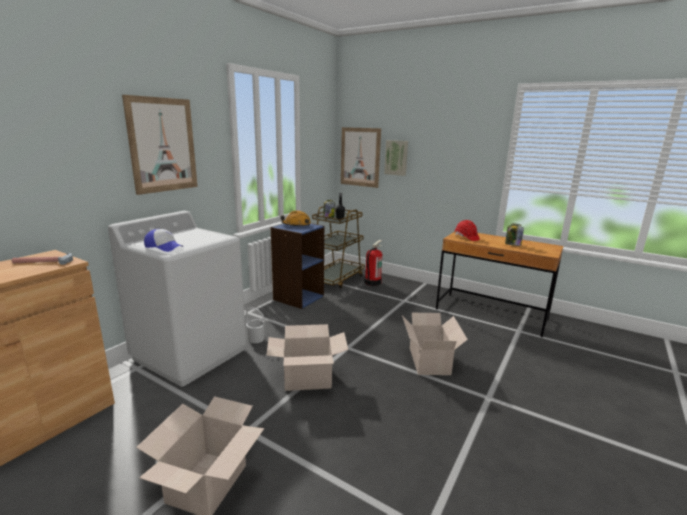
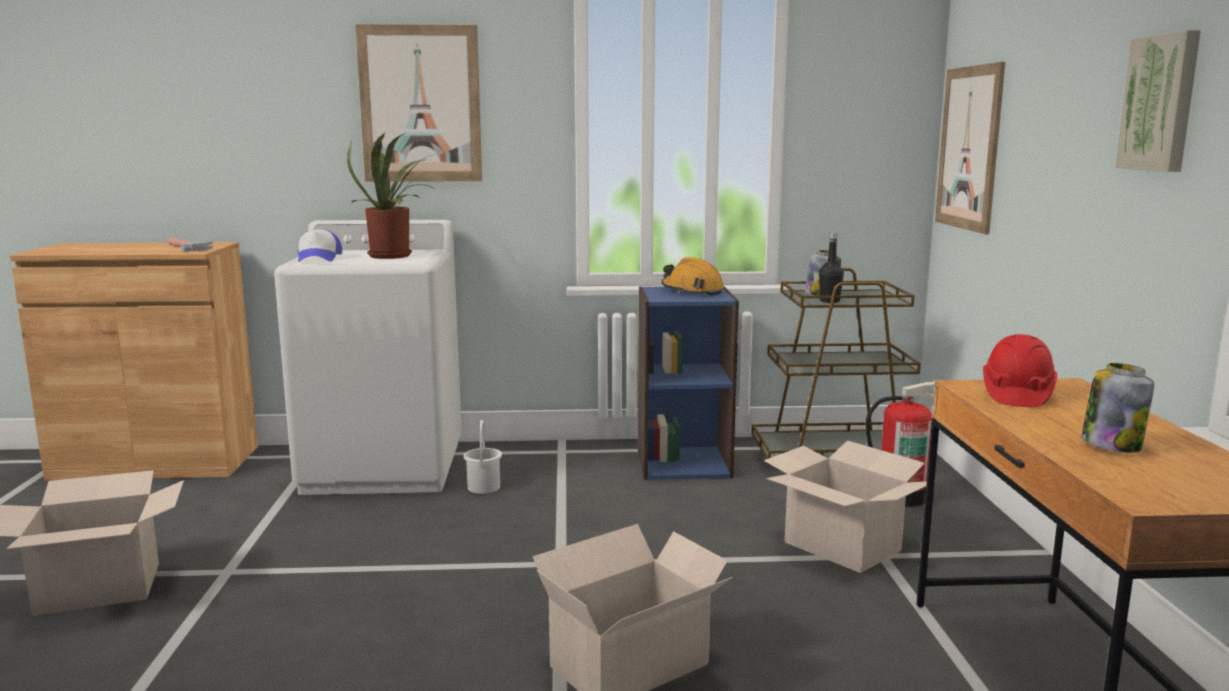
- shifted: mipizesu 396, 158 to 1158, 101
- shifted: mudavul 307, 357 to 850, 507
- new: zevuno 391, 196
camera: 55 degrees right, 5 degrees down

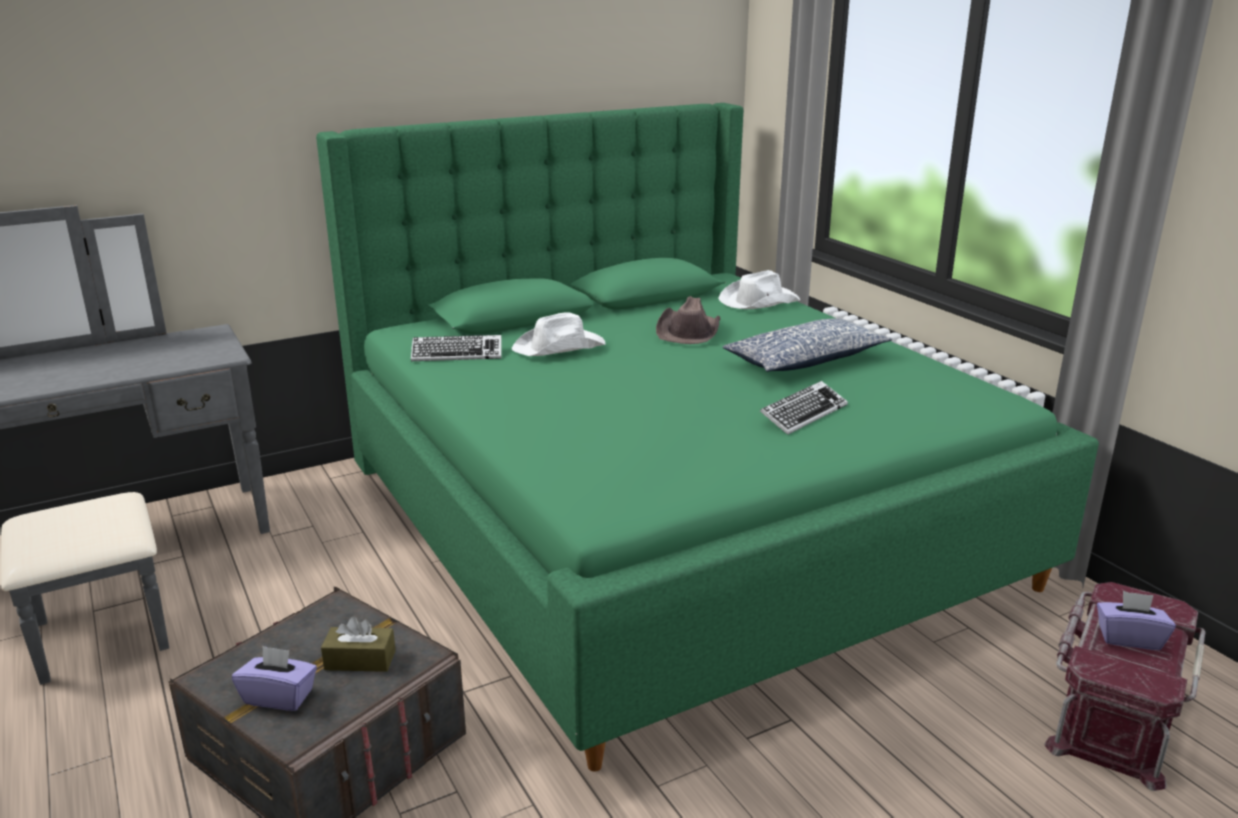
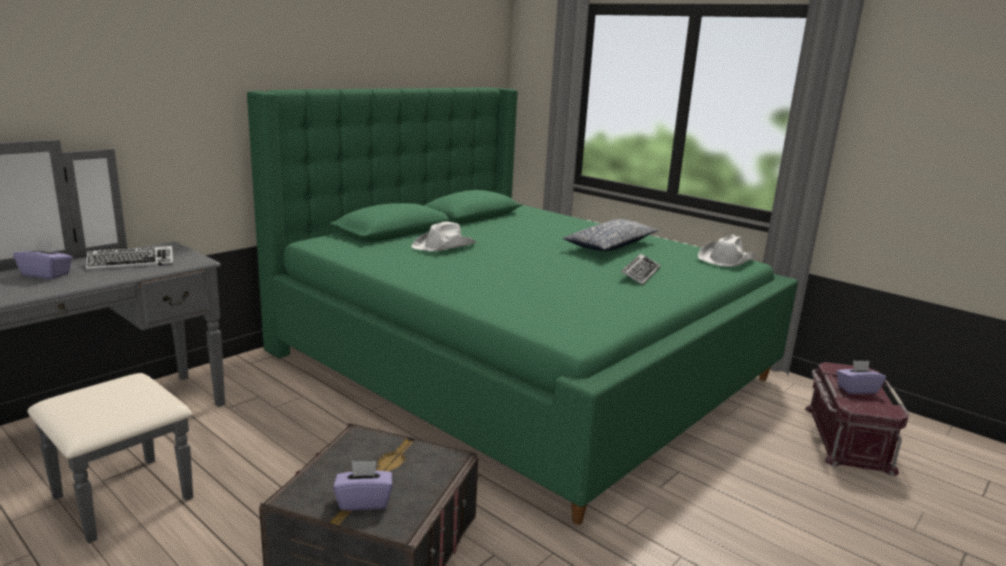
- shifted: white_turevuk 759, 289 to 727, 251
- gone: brown_turevuk 688, 320
- shifted: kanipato 456, 348 to 129, 258
- gone: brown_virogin 358, 644
- new: purple_virogin 43, 259
camera: 20 degrees left, 5 degrees down

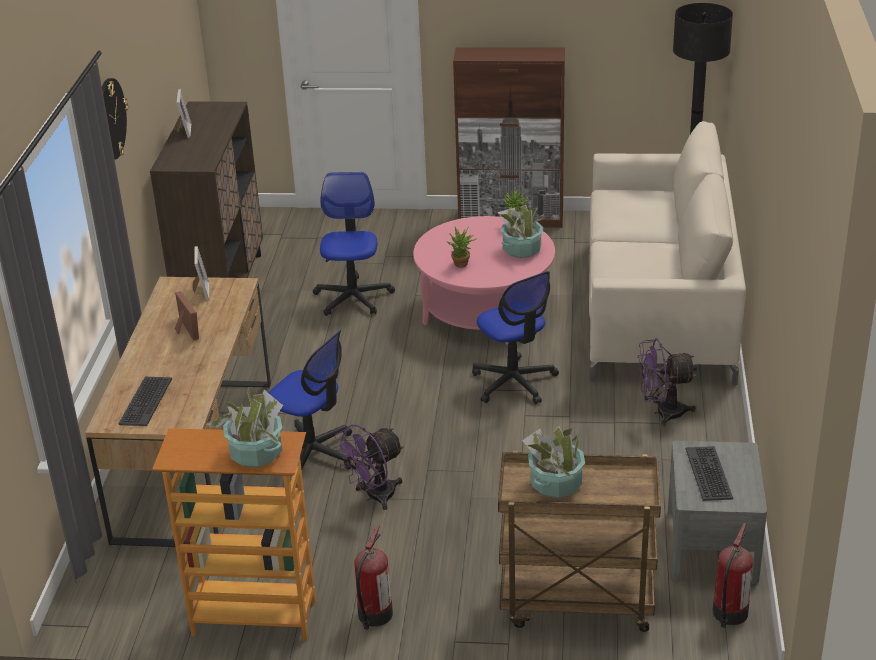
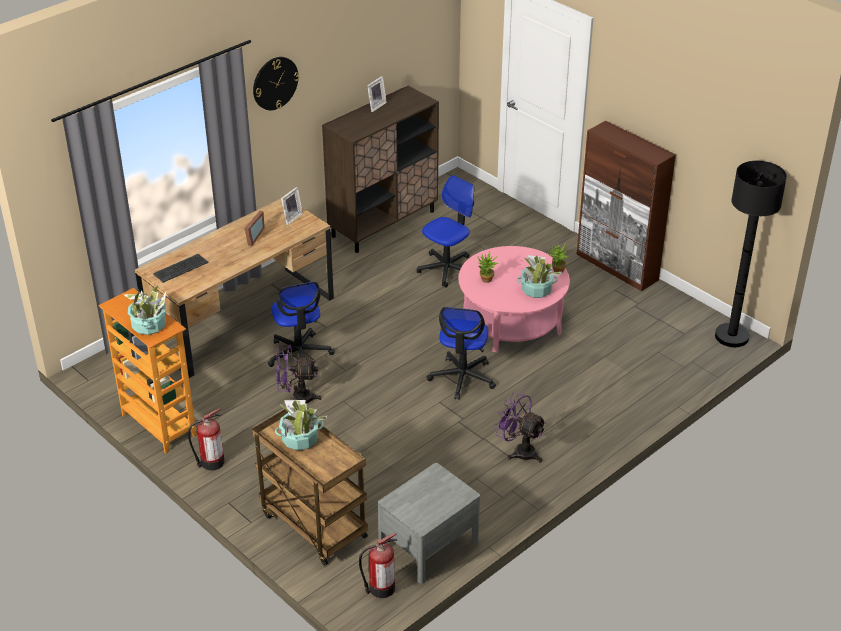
- gone: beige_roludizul 667, 253
- gone: kanipato 709, 473
camera: 40 degrees right, 5 degrees up

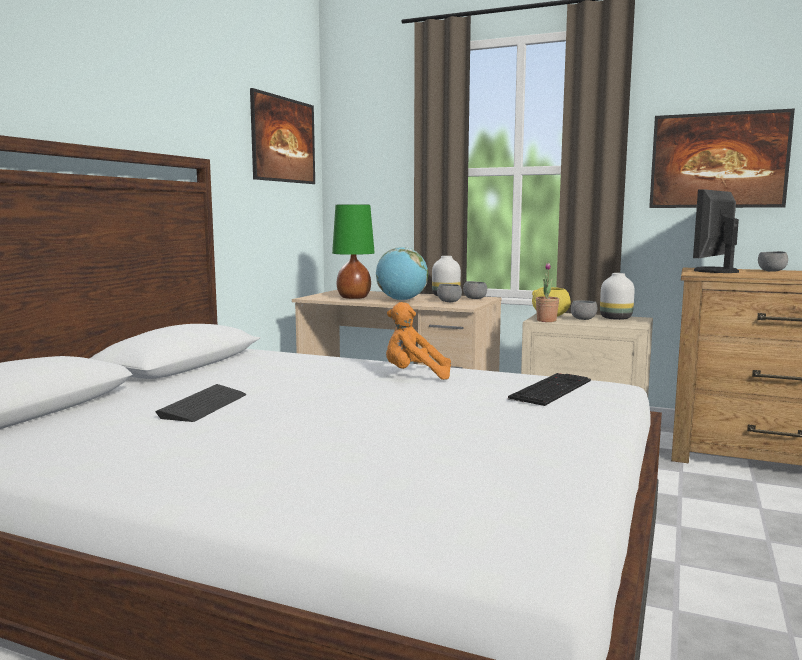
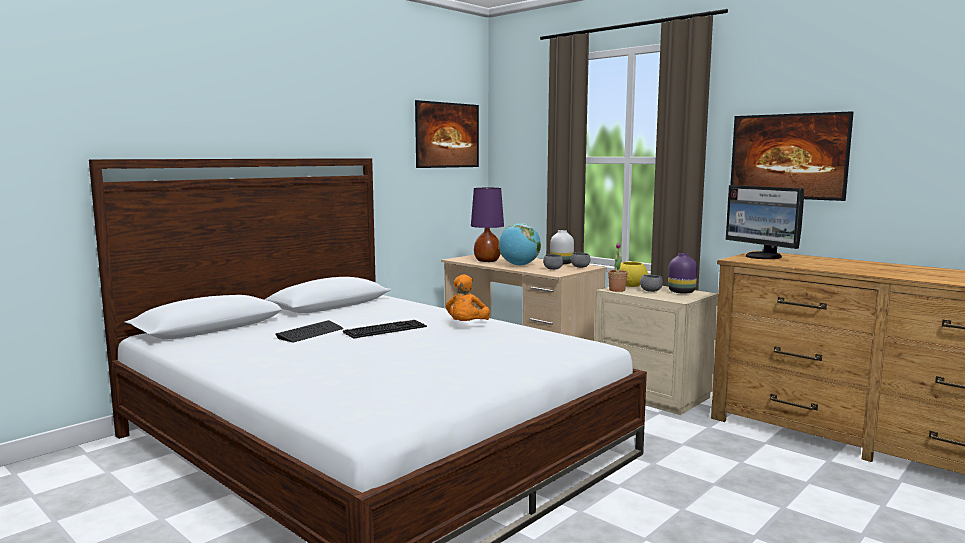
- rotated: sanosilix 716, 231 = 765, 222 90 degrees counterclockwise
- repainted: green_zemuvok 353, 251 to purple_zemuvok 487, 225
- gone: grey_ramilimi 773, 261
- repainted: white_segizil 617, 296 to purple_segizil 682, 273
- rotated: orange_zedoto 418, 341 = 468, 297 105 degrees counterclockwise
- shifted: kanipato 549, 389 to 385, 329
camera: 20 degrees right, 0 degrees up

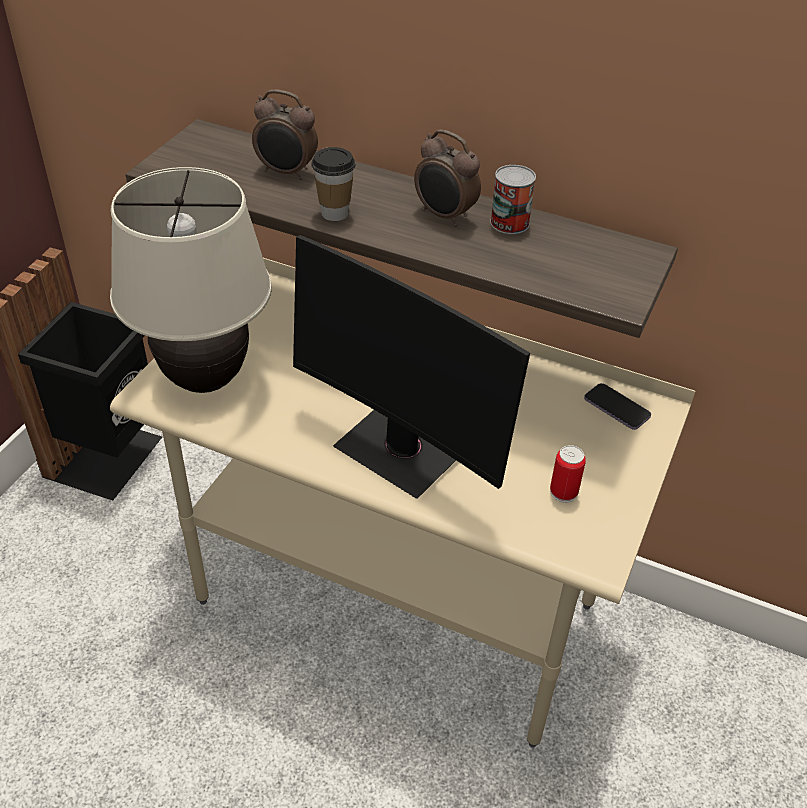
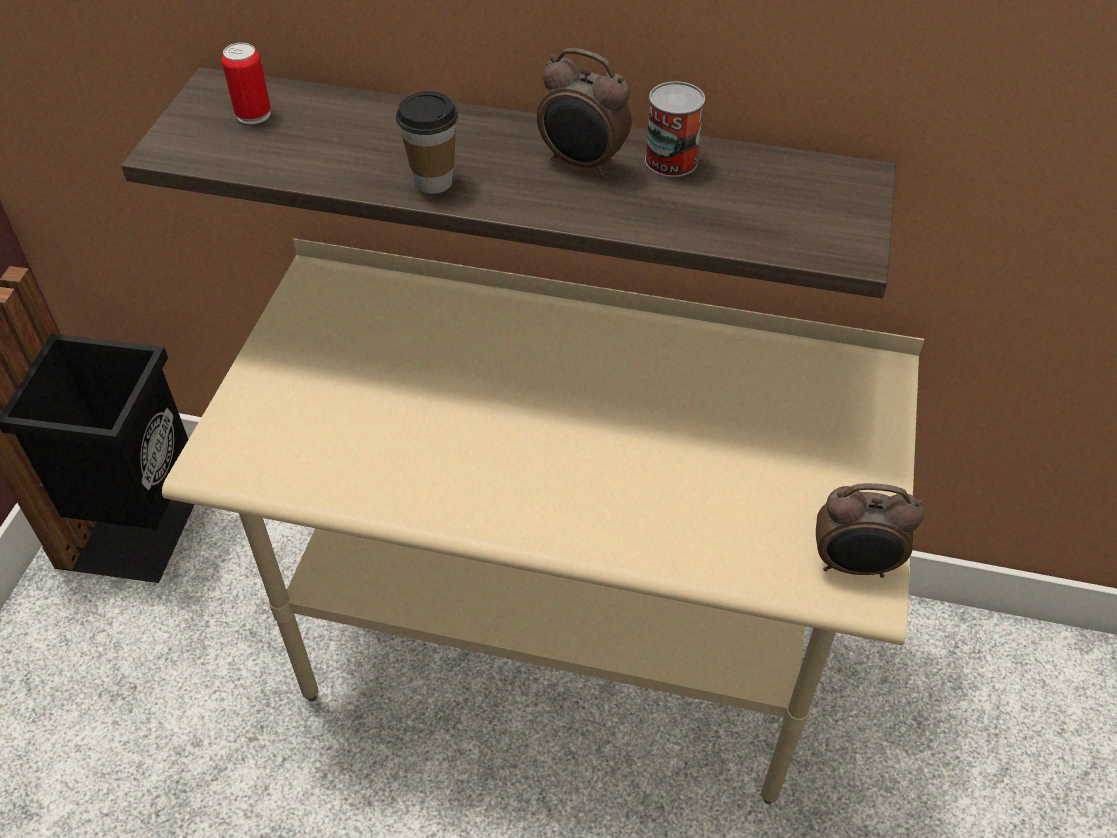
- shifted: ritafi 285, 134 to 870, 530
- gone: beige_zemuvok 191, 280
- gone: sanosilix 411, 367
- gone: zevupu 617, 406
- shifted: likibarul 568, 474 to 246, 83
camera: 10 degrees left, 5 degrees up

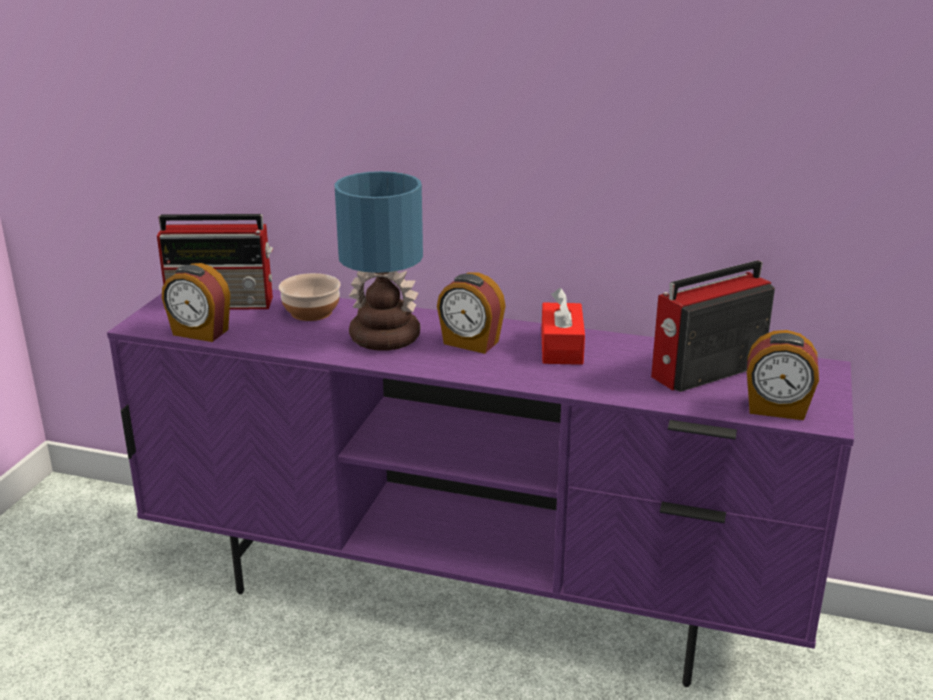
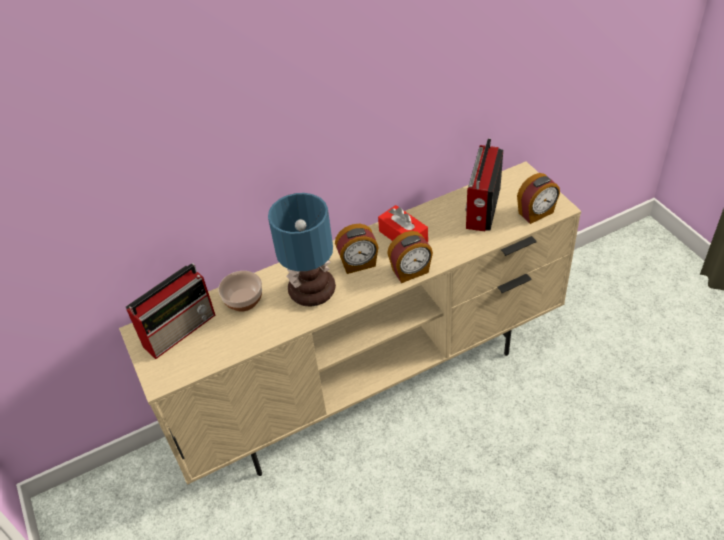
- shifted: ritafi 196, 302 to 410, 257
- repainted: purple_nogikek 480, 488 to beige_nogikek 350, 323
camera: 40 degrees left, 20 degrees up

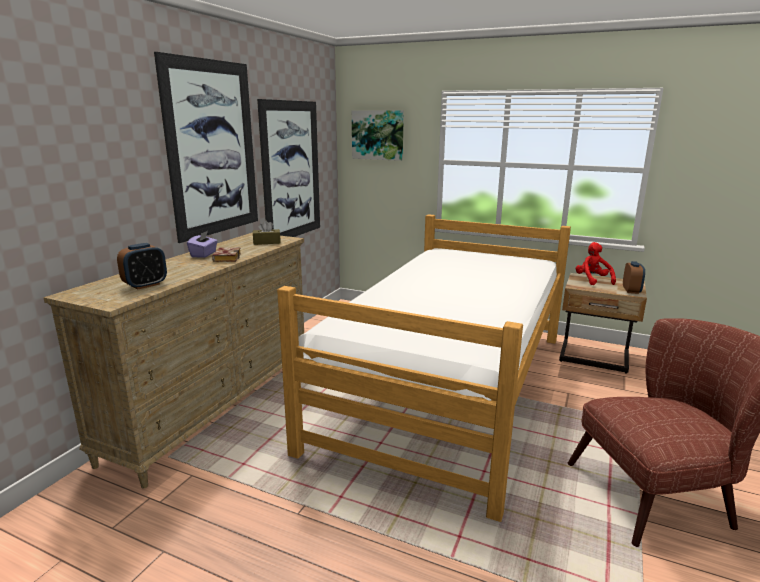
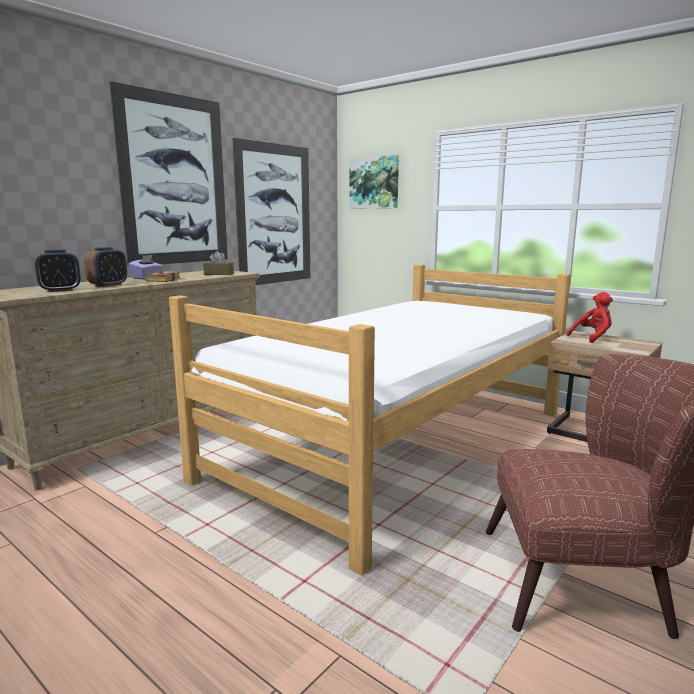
- rotated: red_zedoto 596, 263 = 590, 317 60 degrees clockwise
- shifted: ritafi 634, 277 to 105, 267
camera: 15 degrees right, 5 degrees down

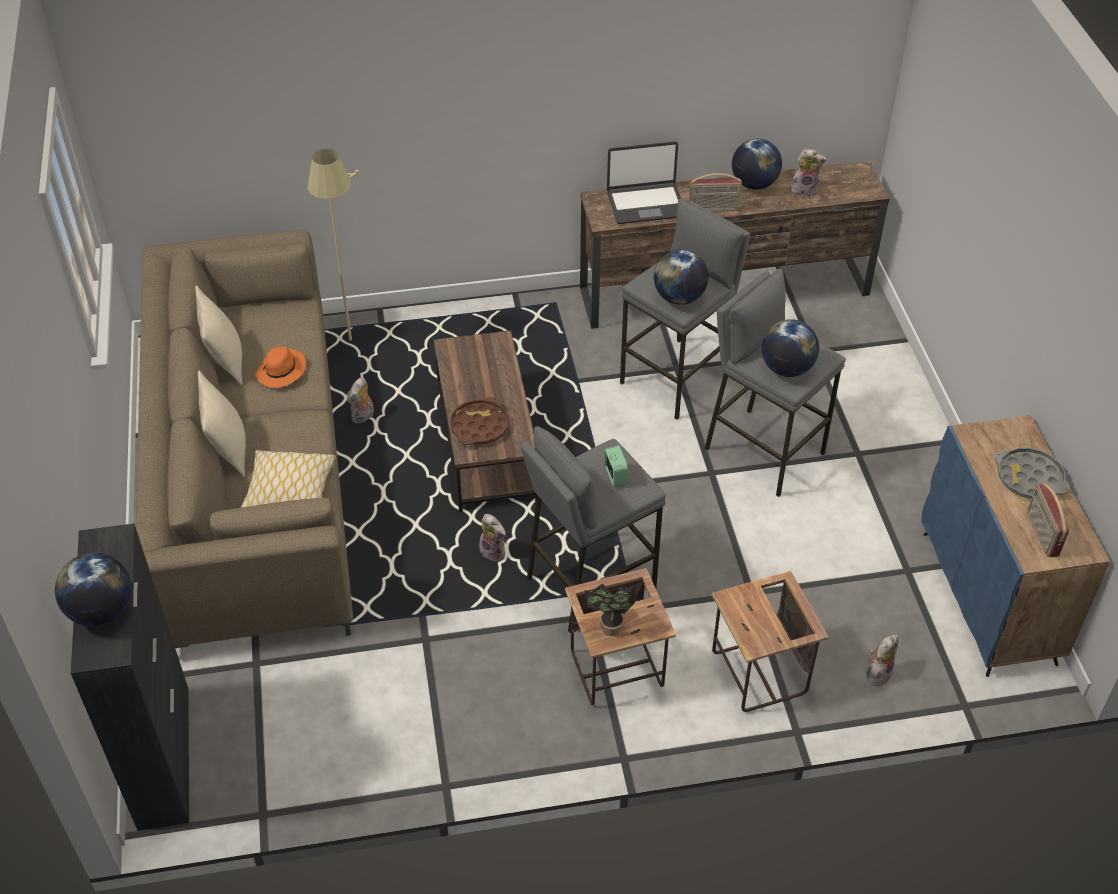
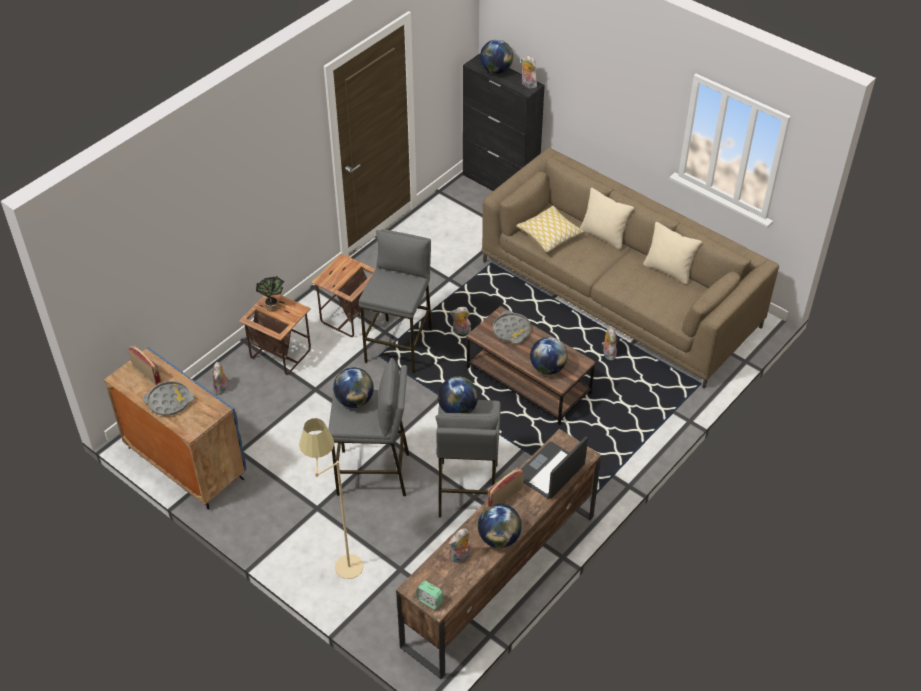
- shifted: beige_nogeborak 333, 245 to 331, 498
- gone: orange_turevuk 280, 367
- repainted: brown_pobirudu 479, 421 to grey_pobirudu 512, 327
- shifted: ritafi 616, 466 to 430, 595
- shifted: zevuno 611, 609 to 270, 294
- new: zedoto 530, 72
- new: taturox 549, 356
camera: 140 degrees right, 0 degrees up

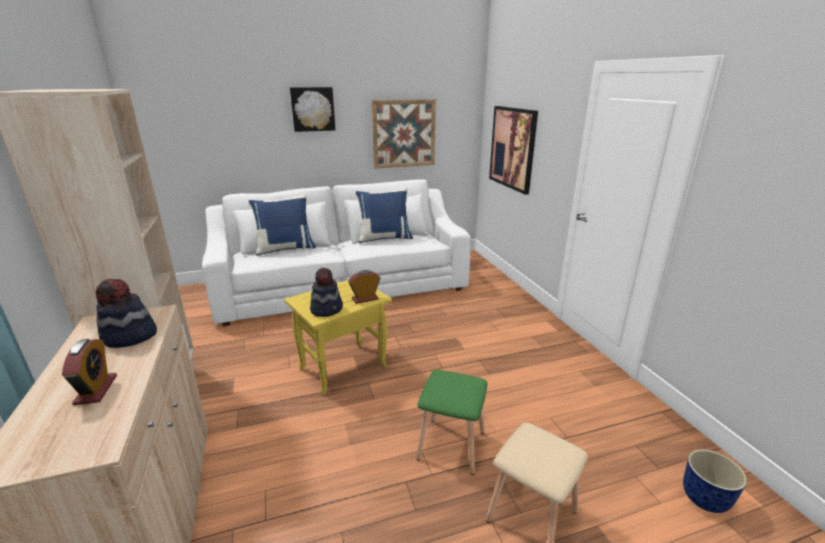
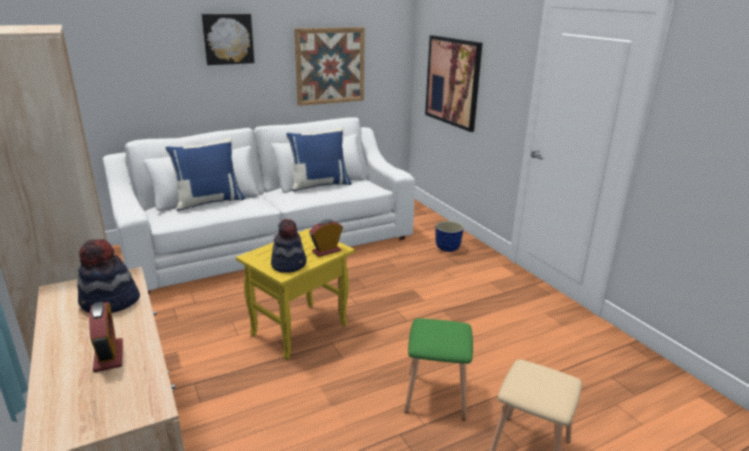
- shifted: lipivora 715, 481 to 449, 236
camera: 10 degrees left, 0 degrees up

